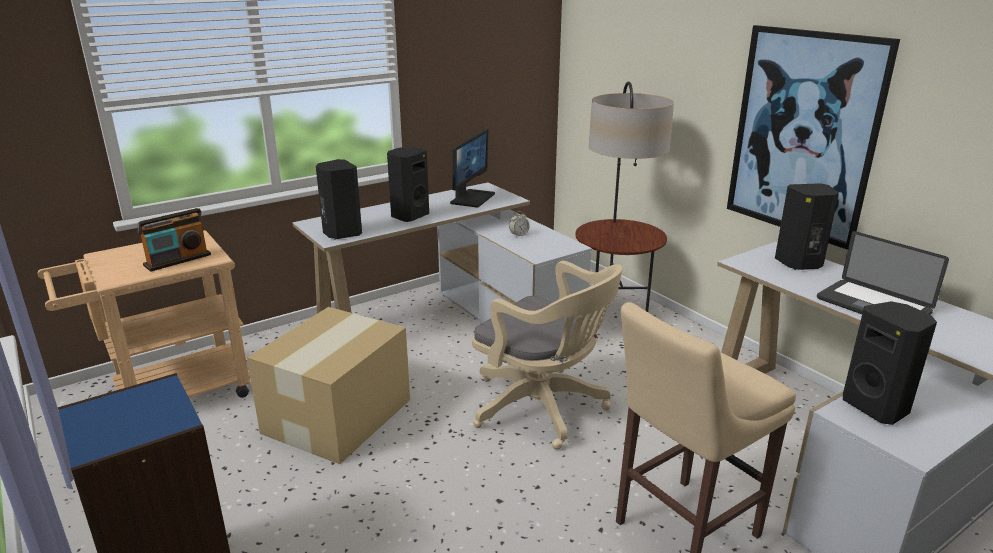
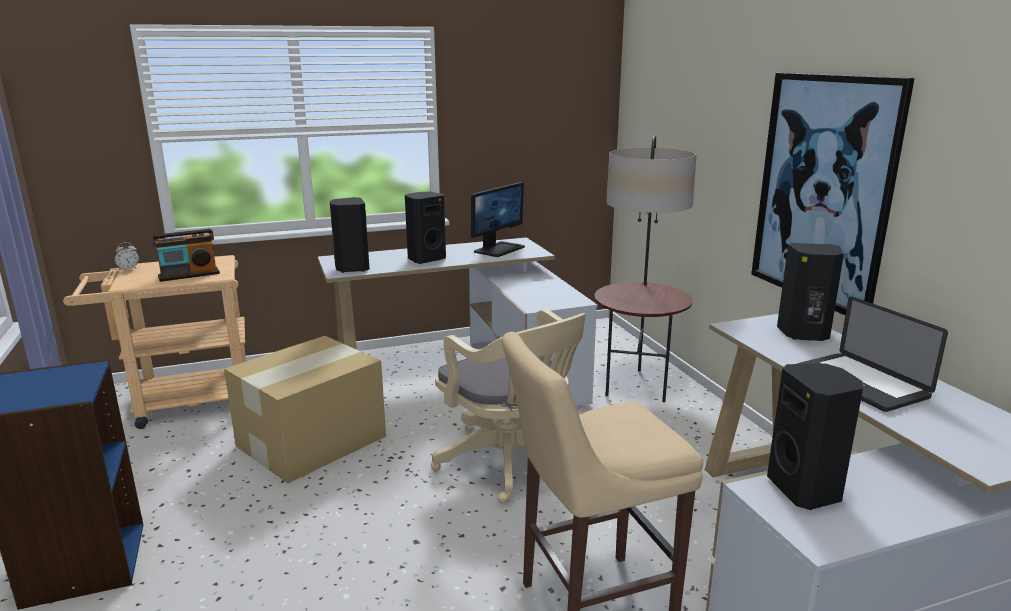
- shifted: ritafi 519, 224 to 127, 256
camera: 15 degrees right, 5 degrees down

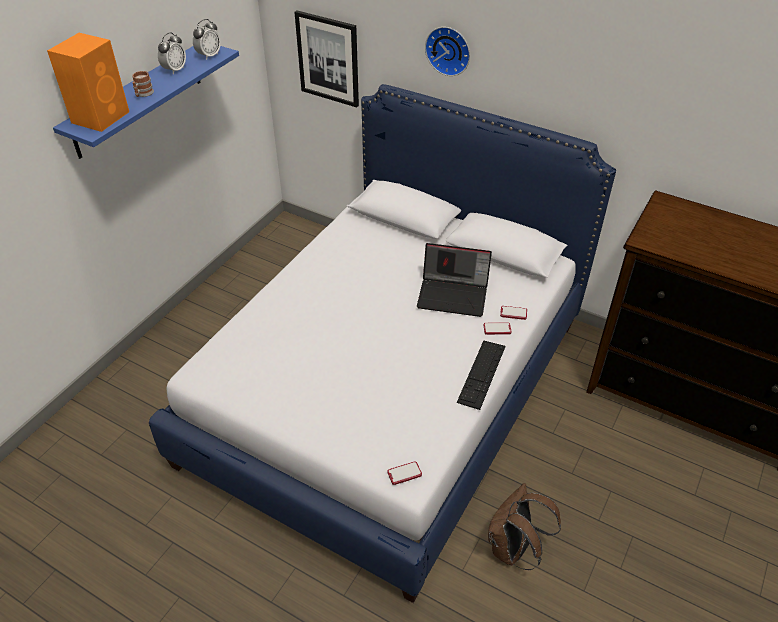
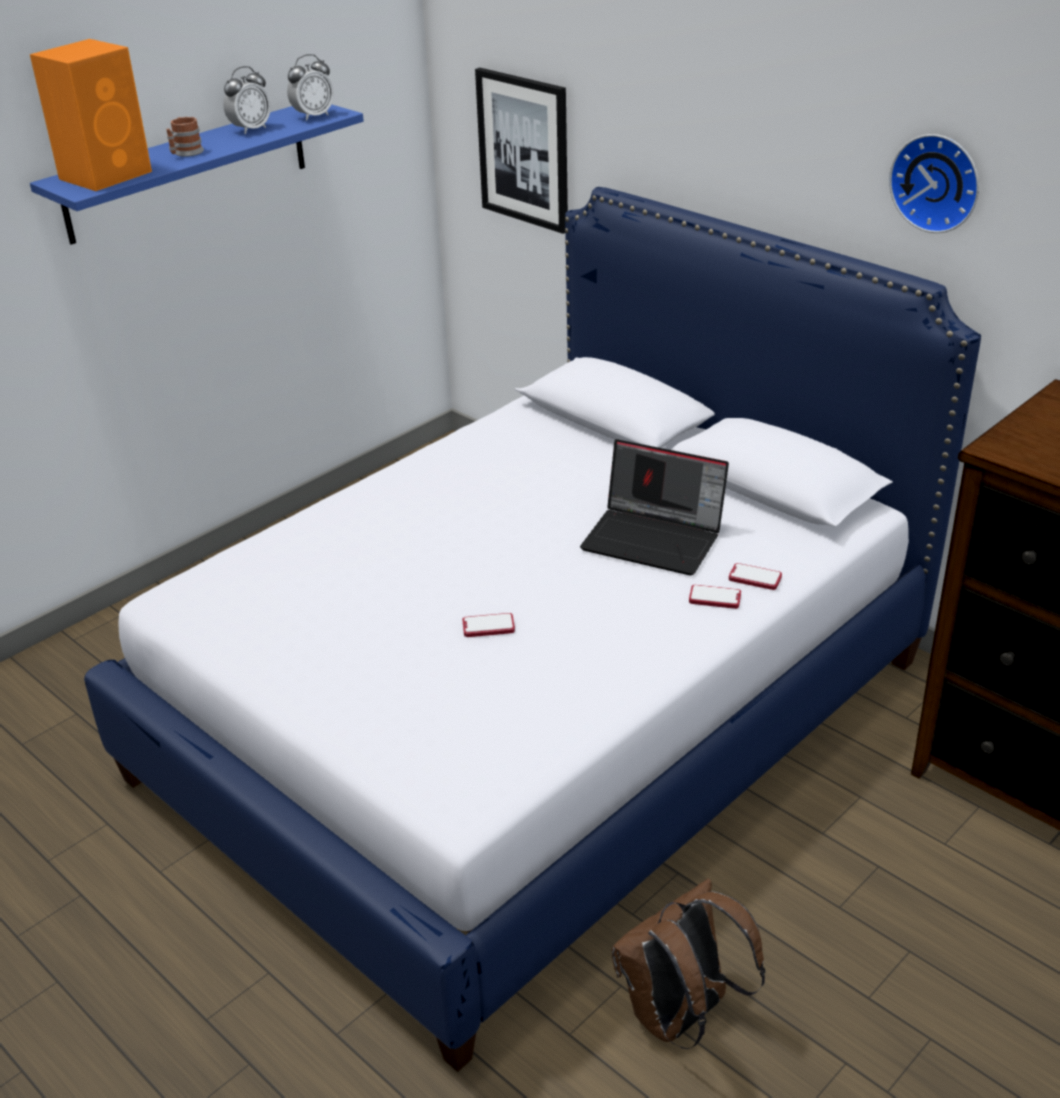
- shifted: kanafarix 447, 51 to 934, 183
- gone: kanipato 481, 375
- shifted: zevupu 404, 473 to 489, 625
camera: 15 degrees right, 10 degrees down

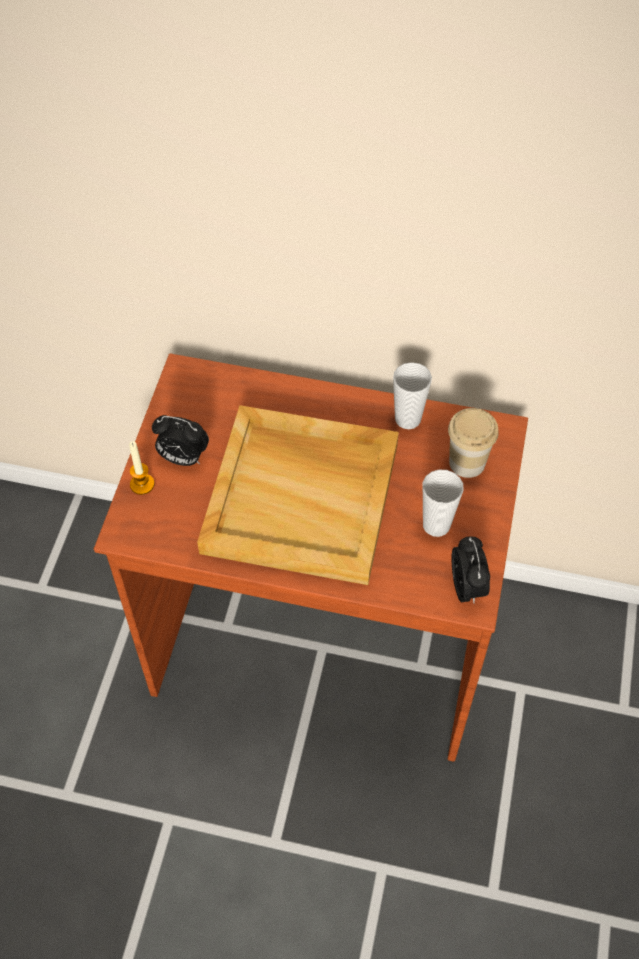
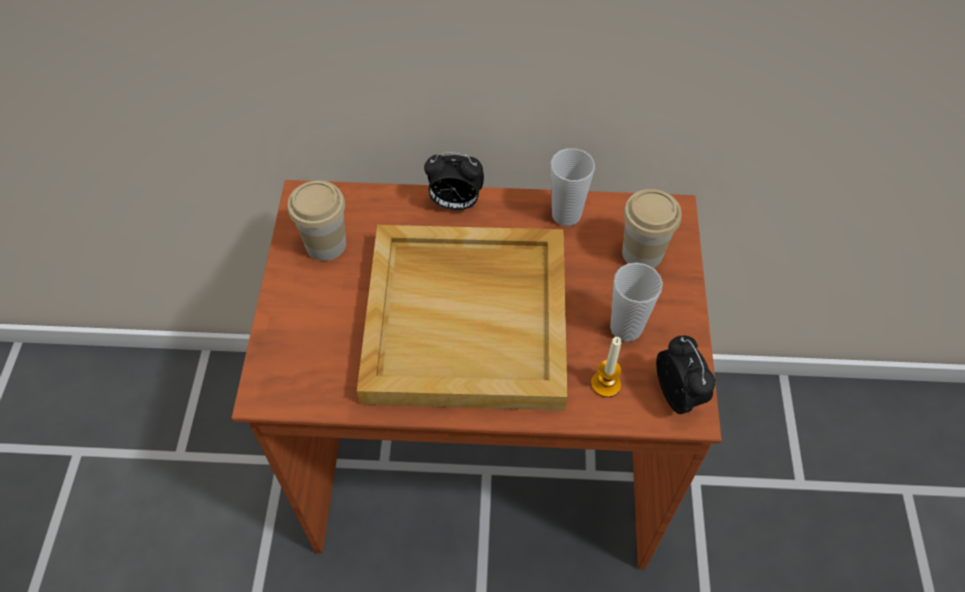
- shifted: ritafi 180, 440 to 454, 181
- shifted: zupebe 141, 468 to 606, 367
- new: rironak 317, 221
camera: 10 degrees left, 0 degrees up

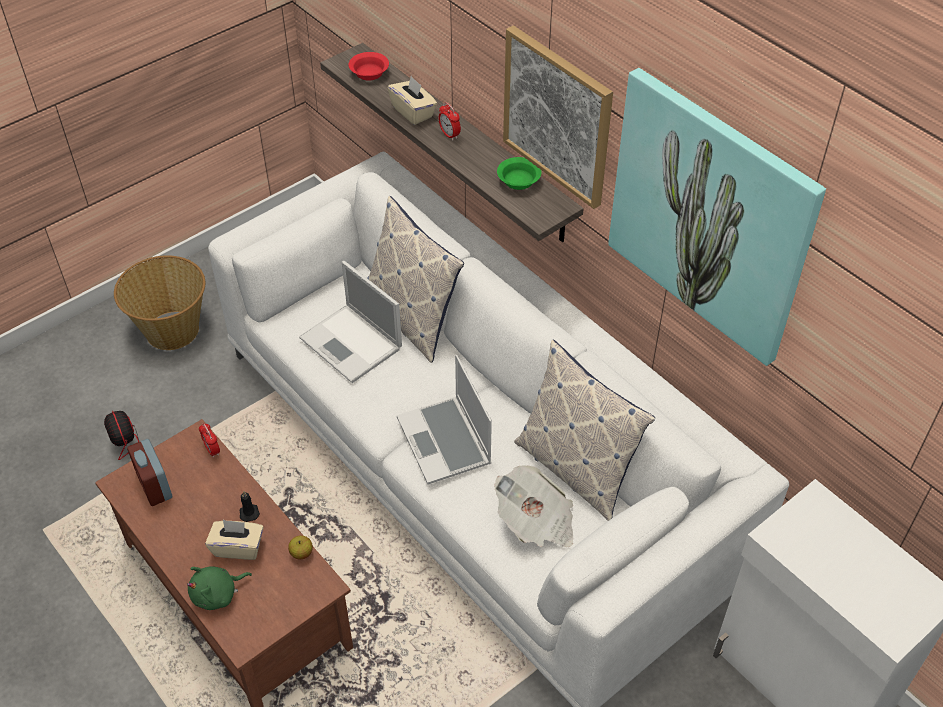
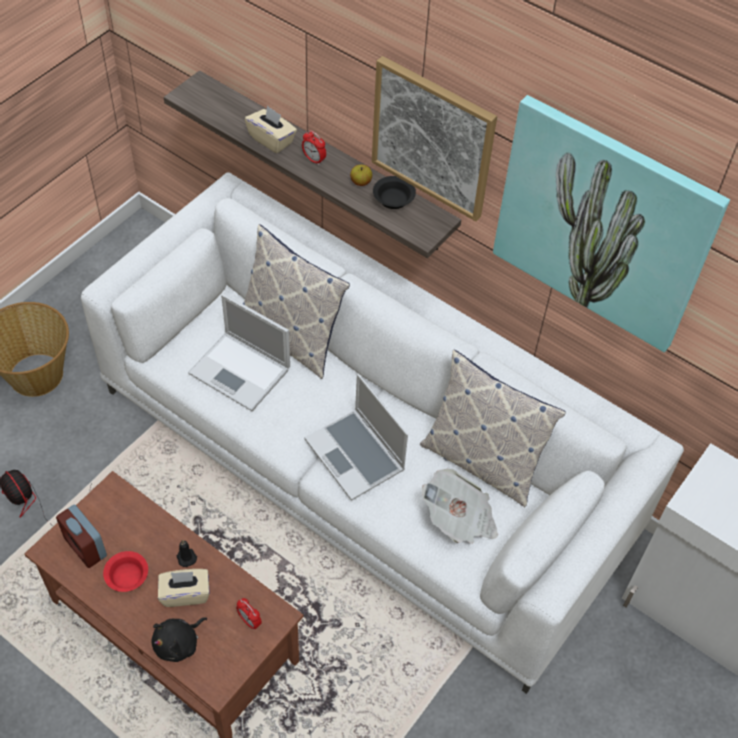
- shifted: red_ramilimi 369, 66 to 125, 571
- repainted: green_ramilimi 519, 173 to black_ramilimi 394, 192
- shifted: ritafi 209, 440 to 249, 614
- shifted: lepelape 300, 547 to 361, 175
- repainted: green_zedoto 219, 588 to black_zedoto 179, 639
camera: 15 degrees left, 5 degrees up

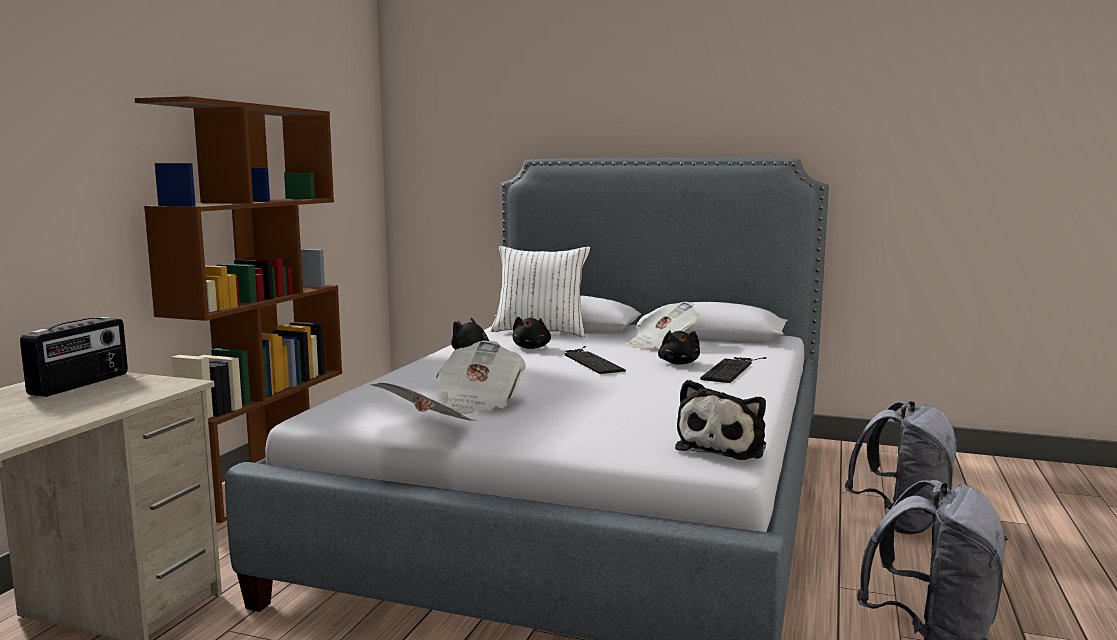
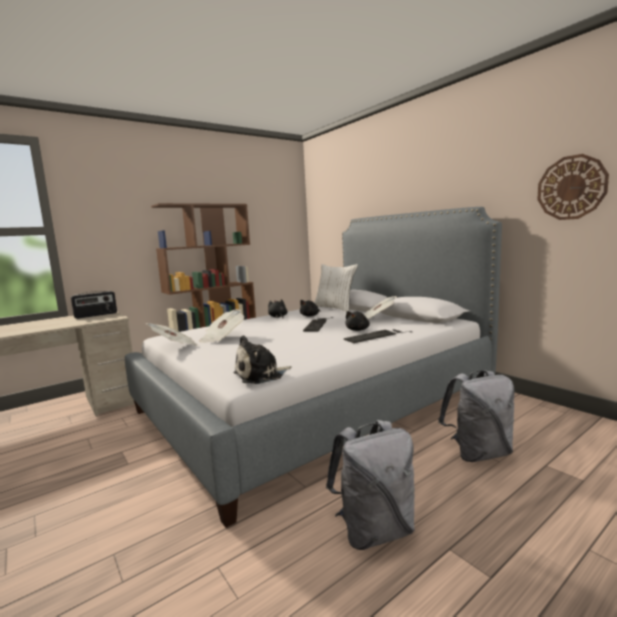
- new: kanafarix 573, 187
camera: 35 degrees right, 0 degrees up

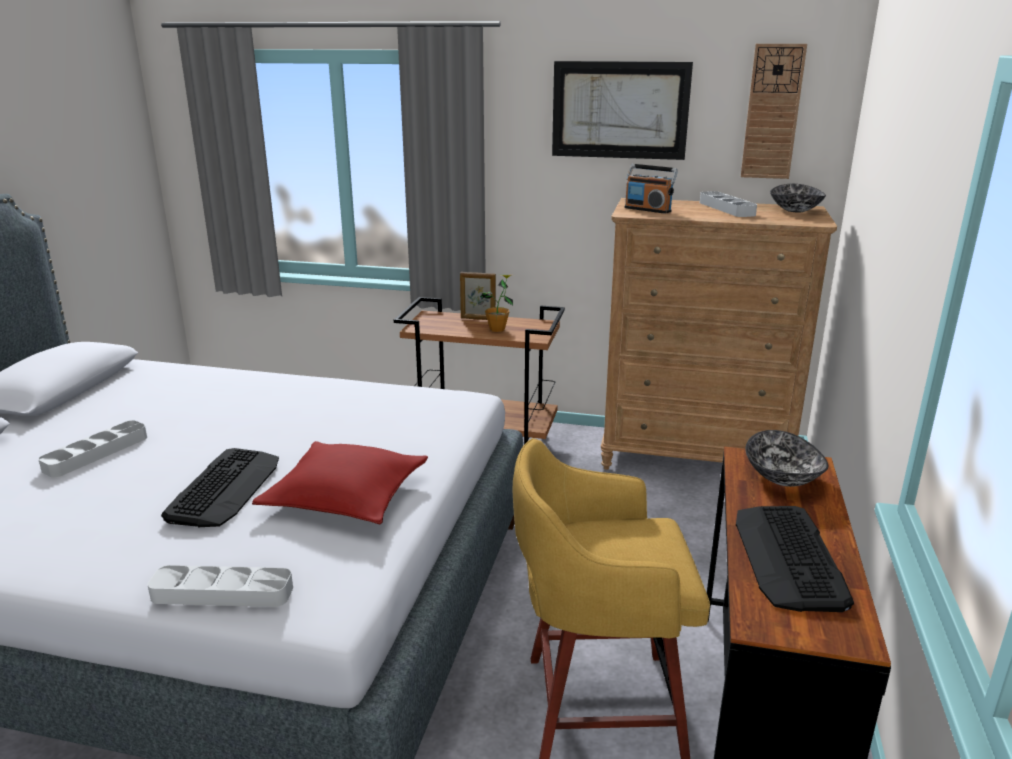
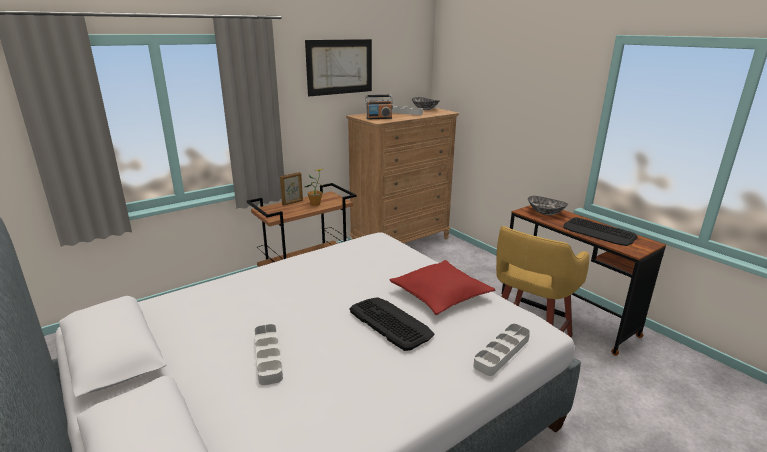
- gone: kanafarix 774, 111
camera: 50 degrees left, 0 degrees up

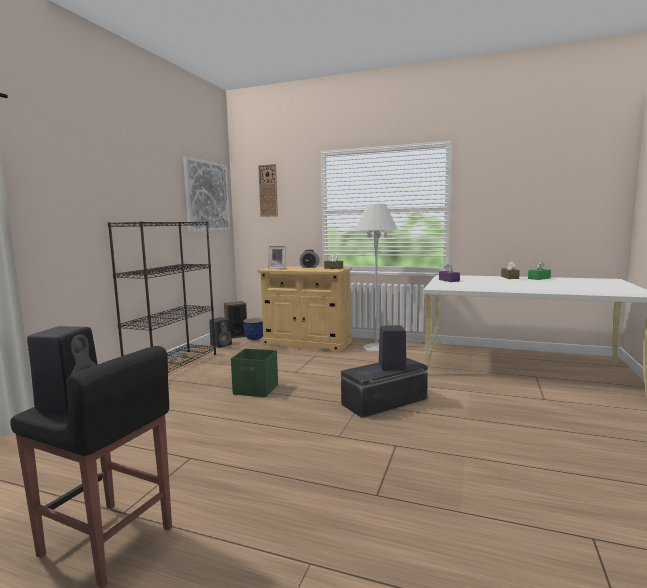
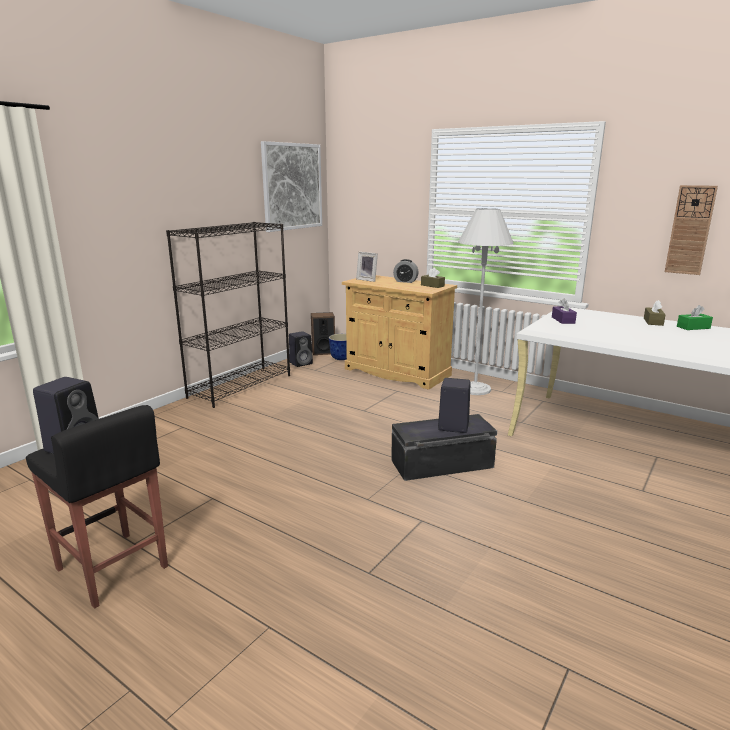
- shifted: kanafarix 268, 190 to 691, 230
- gone: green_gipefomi 254, 373
camera: 15 degrees right, 10 degrees up

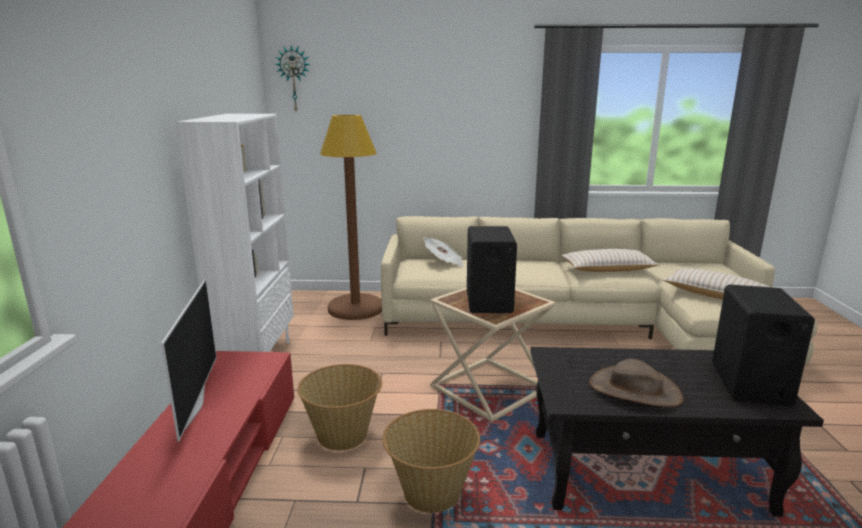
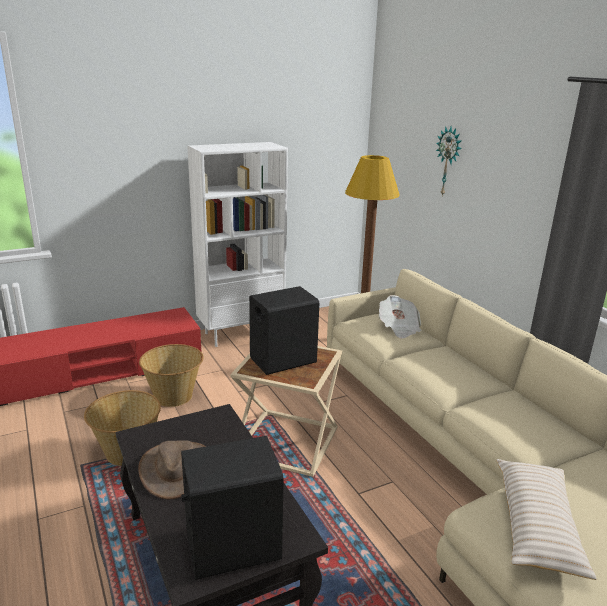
- shifted: kanafarix 292, 78 to 448, 161
- gone: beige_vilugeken 610, 260
- gone: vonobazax 189, 360
camera: 60 degrees right, 5 degrees up

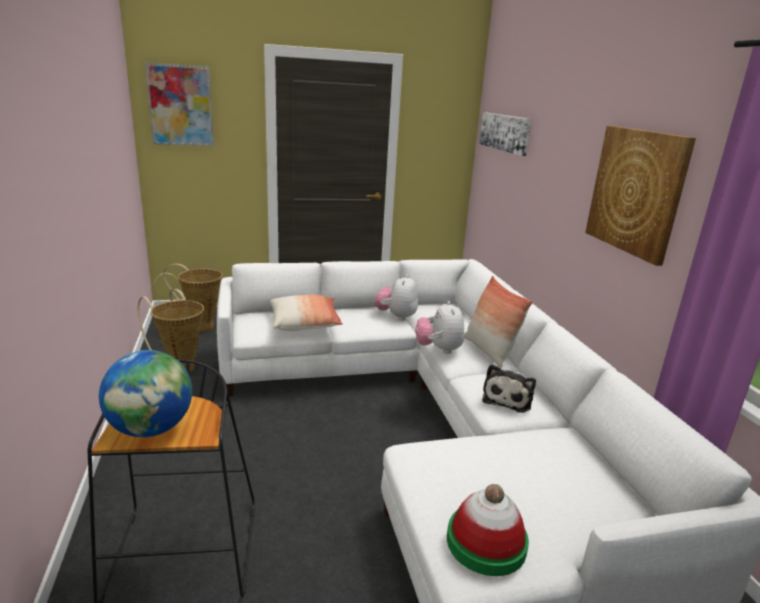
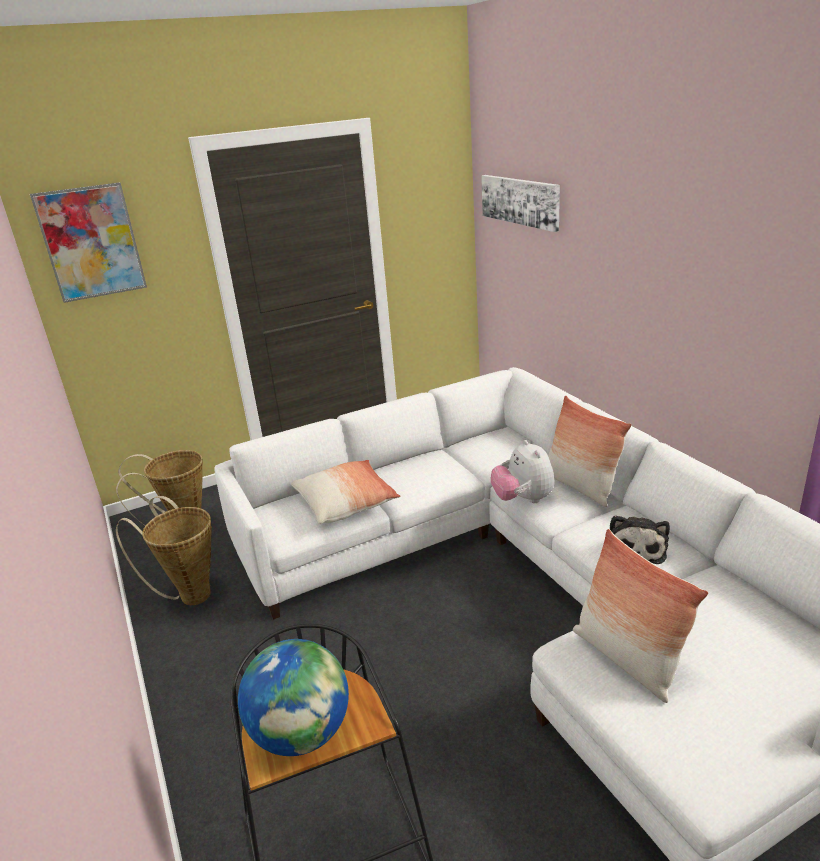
- gone: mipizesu 640, 196
- gone: zedoto 396, 297
- gone: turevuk 488, 530
- new: vilugeken 640, 616
camera: 10 degrees left, 5 degrees up

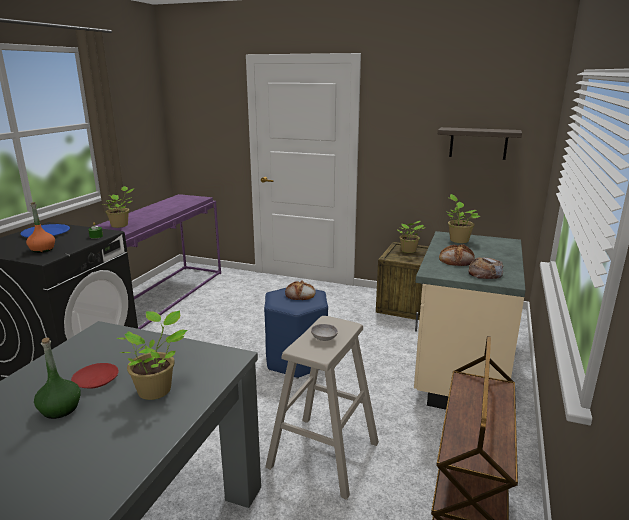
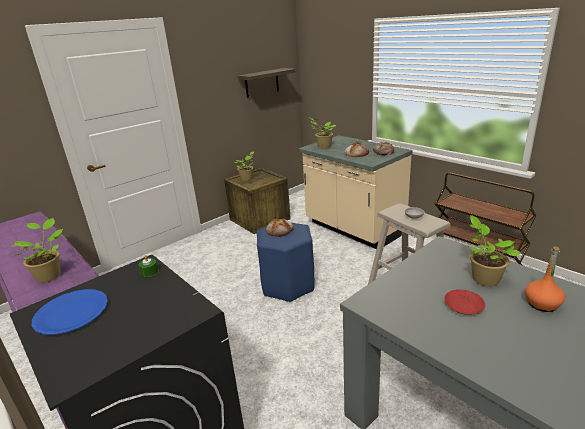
- shifted: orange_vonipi 40, 227 to 545, 279
- gone: green_vonipi 57, 378
camera: 60 degrees left, 5 degrees up

